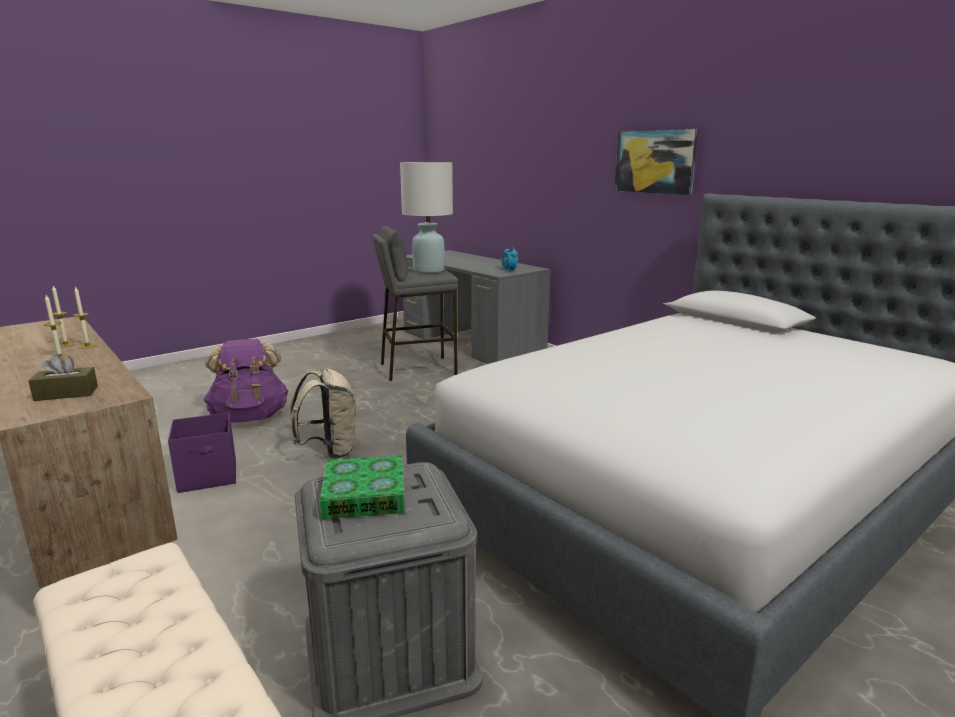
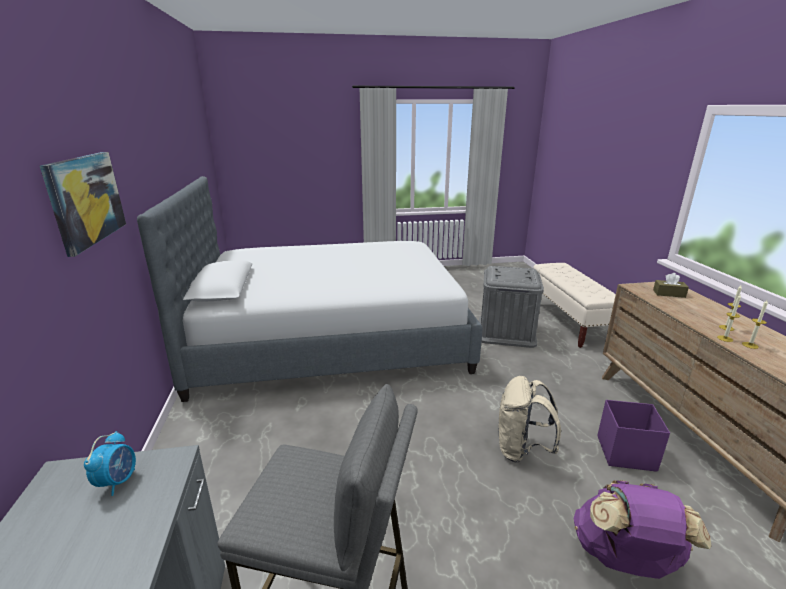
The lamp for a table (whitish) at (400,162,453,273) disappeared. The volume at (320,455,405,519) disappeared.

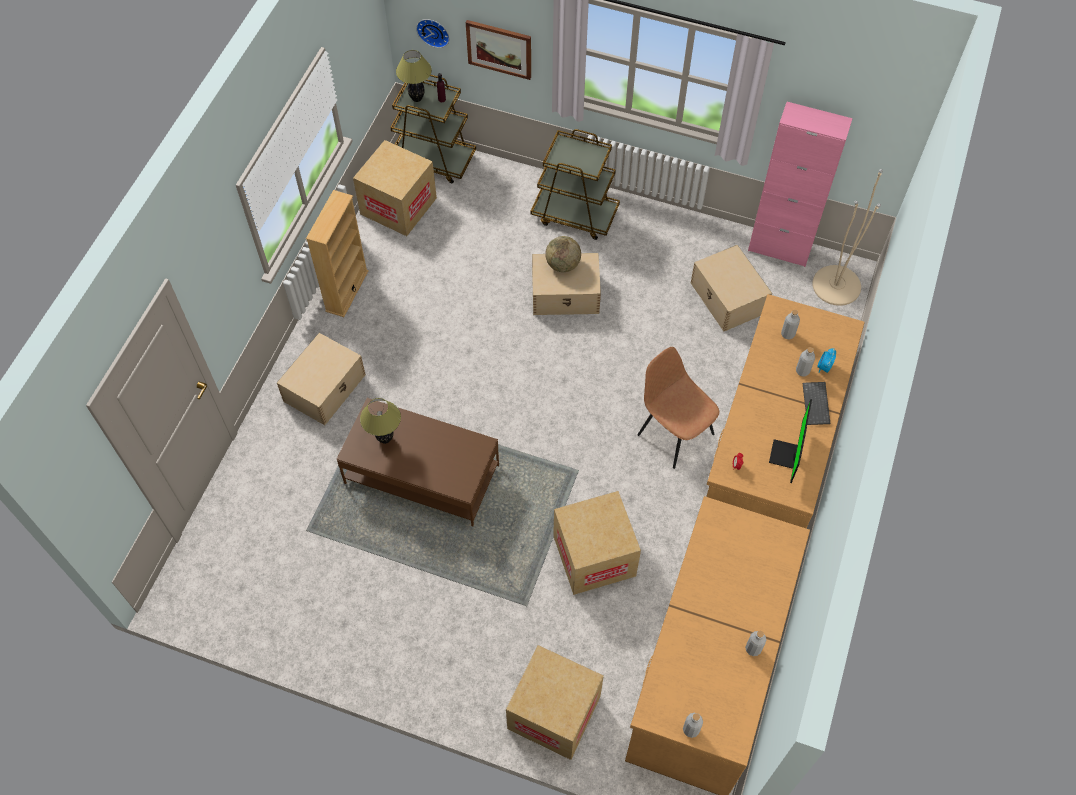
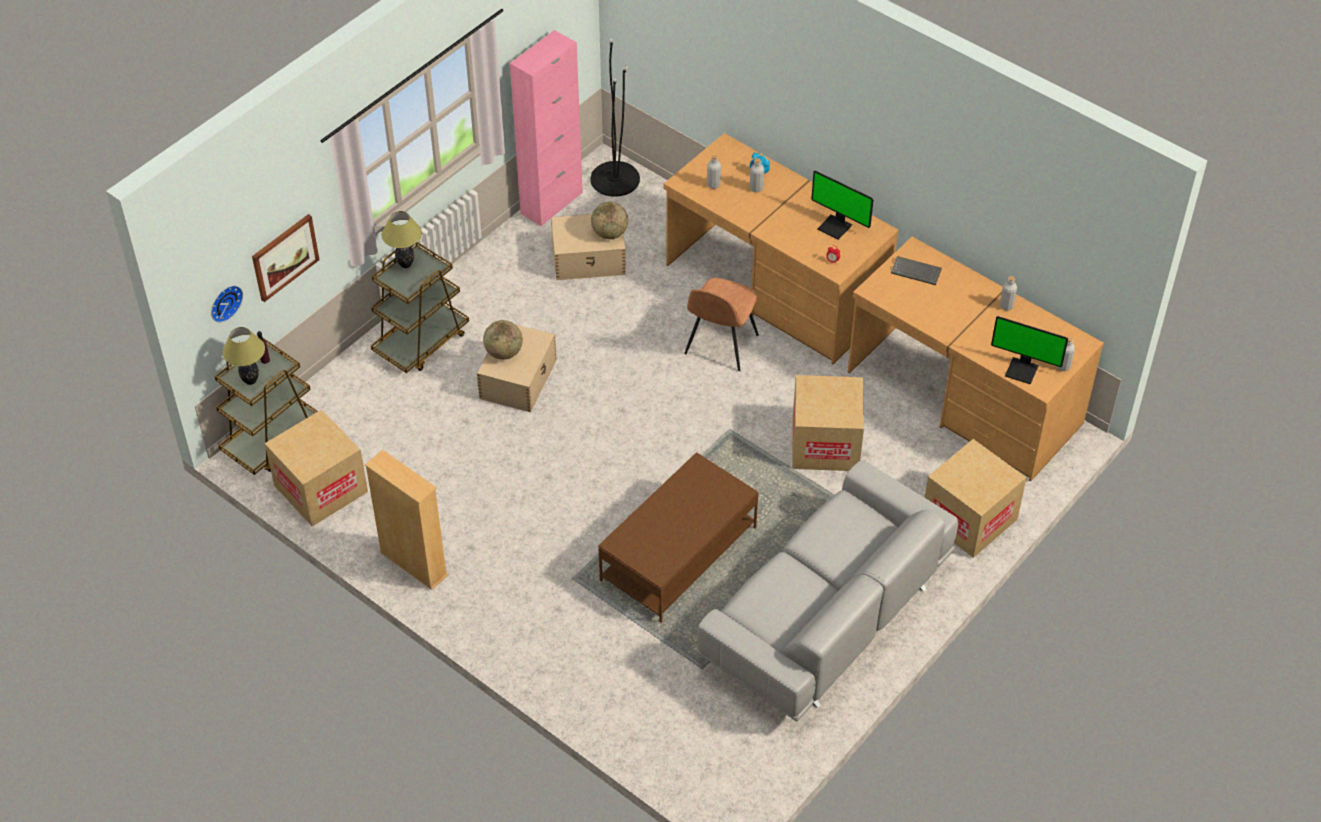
The floor lamp (sand-coloured) at (812,169,883,306) became the floor lamp (black-coloured) at (590,39,640,197). The storage box (sand-coloured) at (277,333,366,425) disappeared. The upright chair (brown-coloured) at (637,347,719,469) turned 45 degrees counterclockwise. The keyboard moved from (803,382,830,425) to (891,256,942,285). The lamp for a table moved from (360,398,401,444) to (382,211,422,268). The world globe at (591,202,628,239) appeared. The computer display at (991,316,1068,384) appeared. The settee (greyish) at (696,460,958,722) appeared.

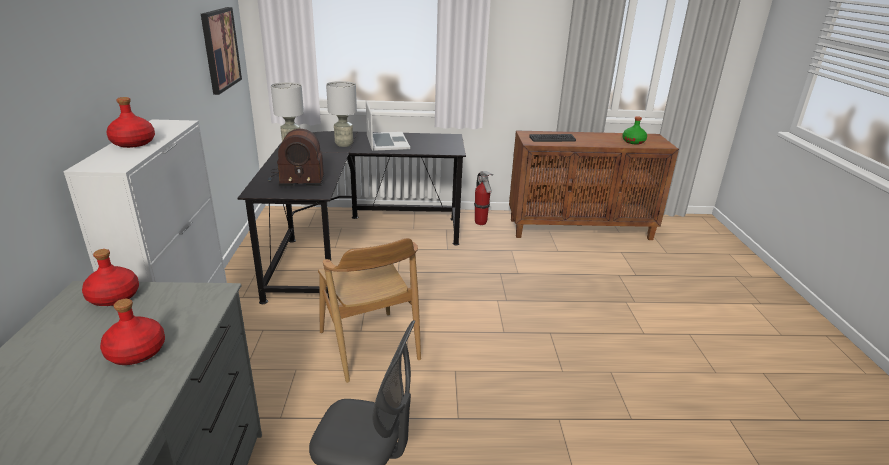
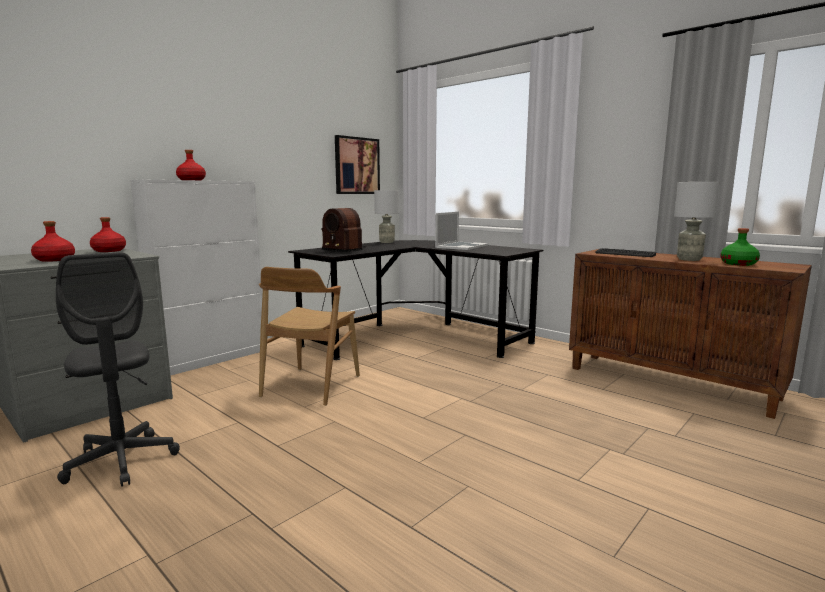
The lamp for a table (greyish) moved from (326,81,357,147) to (674,182,719,261). The fire extinguisher at (474,171,493,225) disappeared.

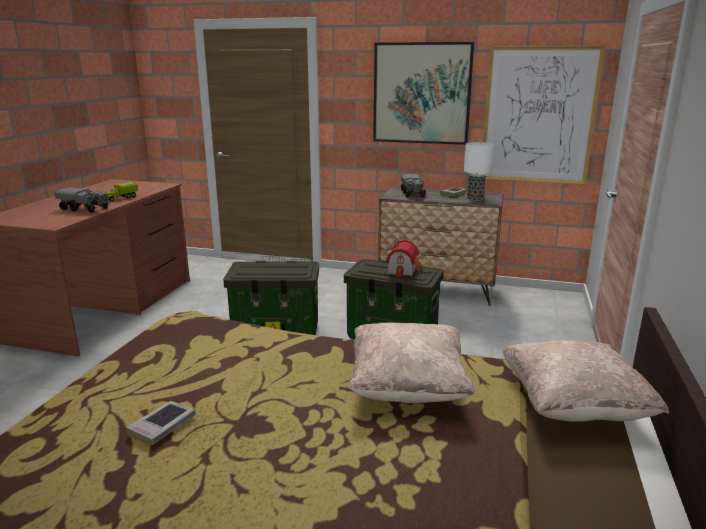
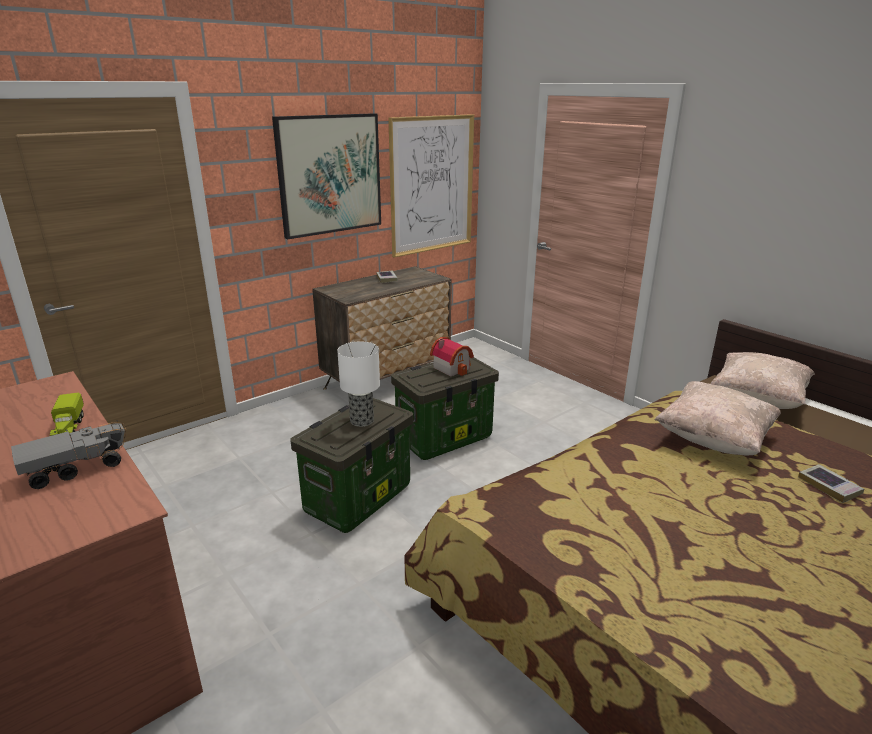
The lamp for a table moved from (464,142,494,201) to (337,342,380,427). The toy lorry at (401,174,426,197) disappeared. The volume moved from (126,401,196,445) to (798,464,864,503).

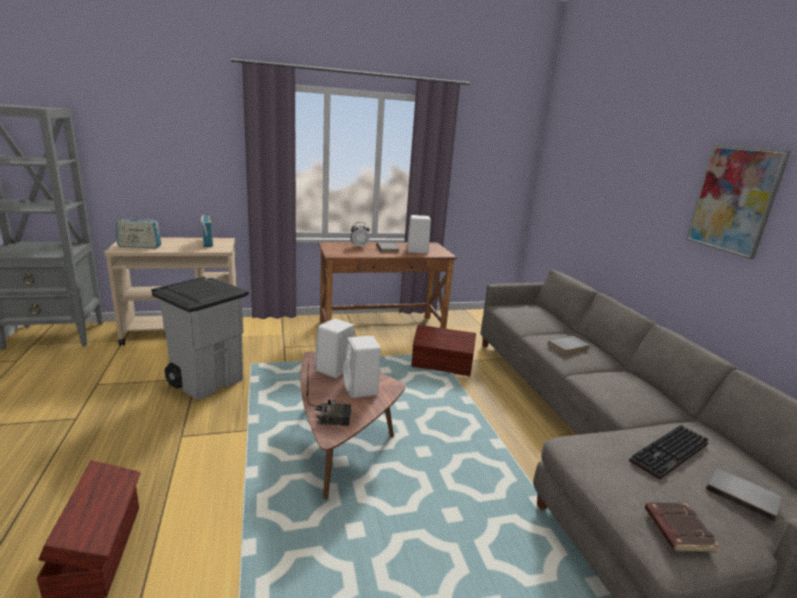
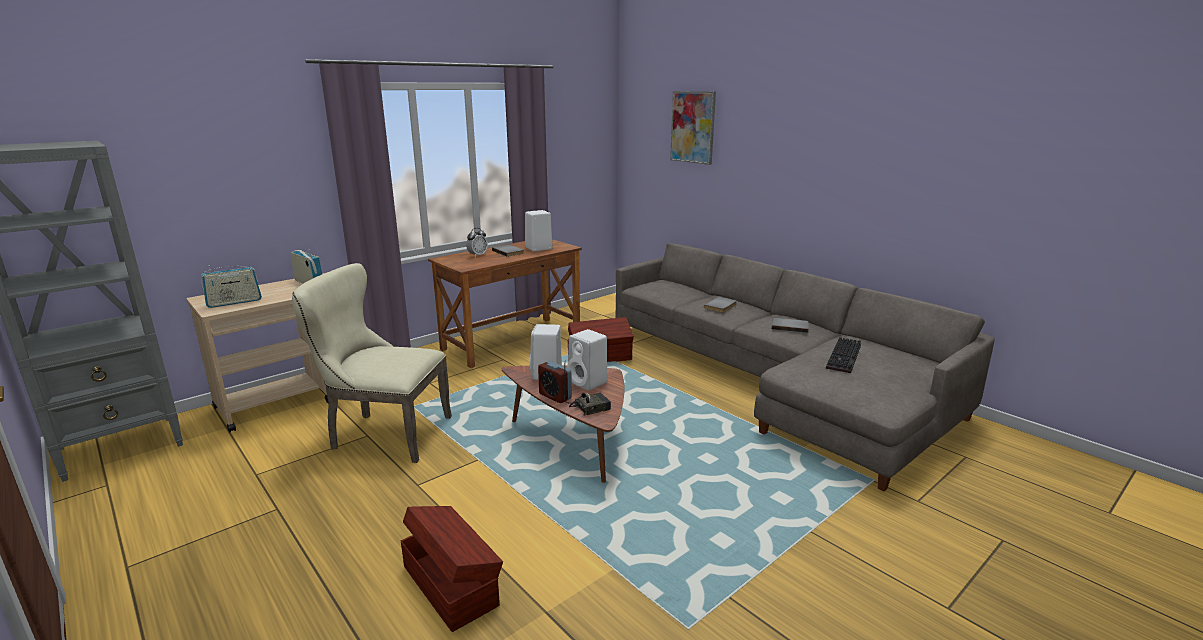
The picture moved from (686,145,791,259) to (670,91,716,165). The waste bin (greyish) at (151,277,249,400) was replaced by the upright chair (sand-coloured) at (292,263,452,463). The volume (greyish) moved from (706,467,782,522) to (771,318,809,333). The volume (brown-coloured) at (645,502,720,553) disappeared. The alarm clock at (538,361,572,403) appeared.

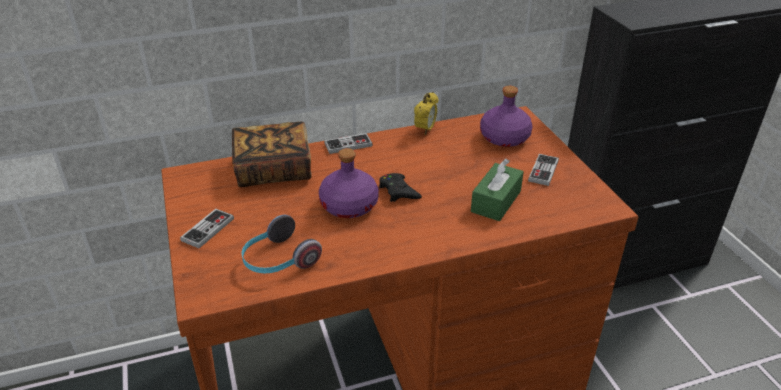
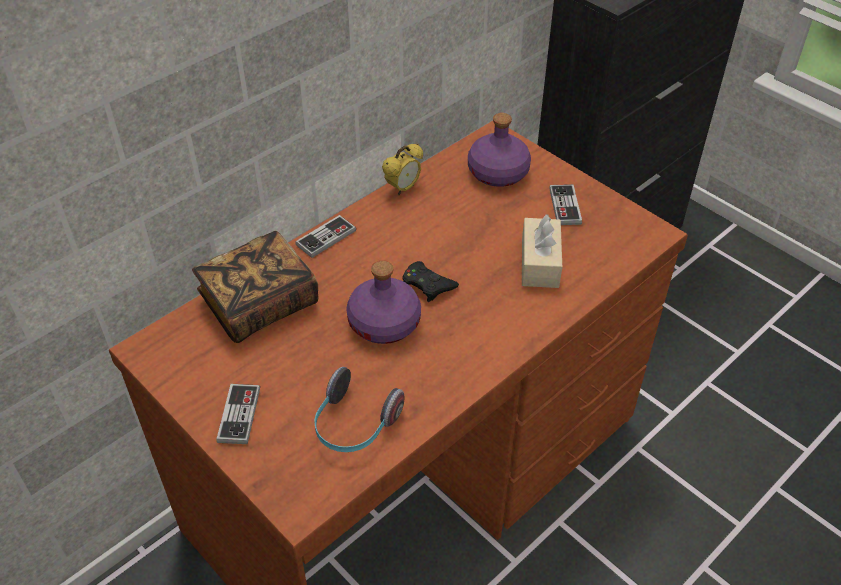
The alarm clock at (414,92,438,135) turned 45 degrees clockwise. The tissue box (green-coloured) at (471,159,524,221) became the tissue box (sand-coloured) at (522,214,562,288).

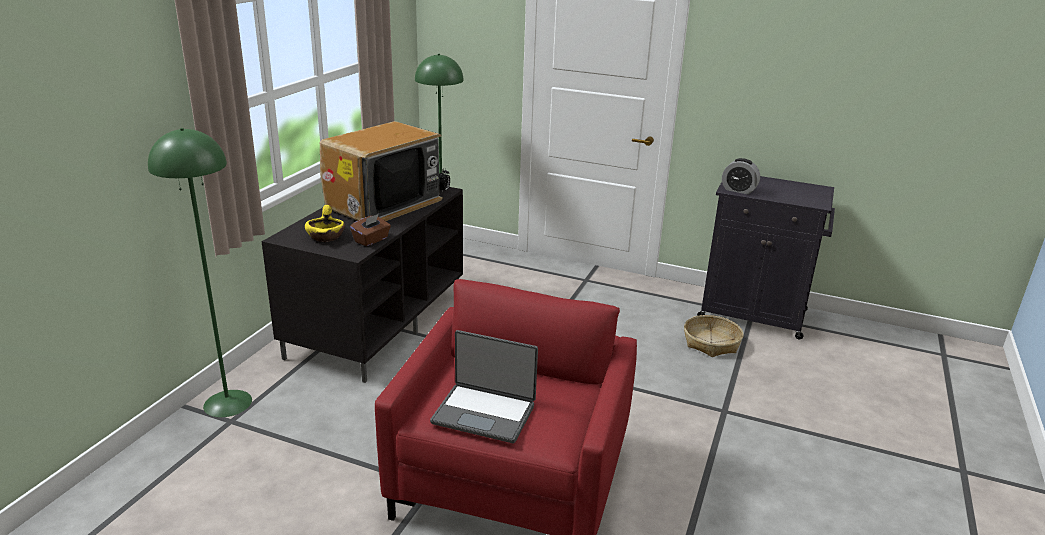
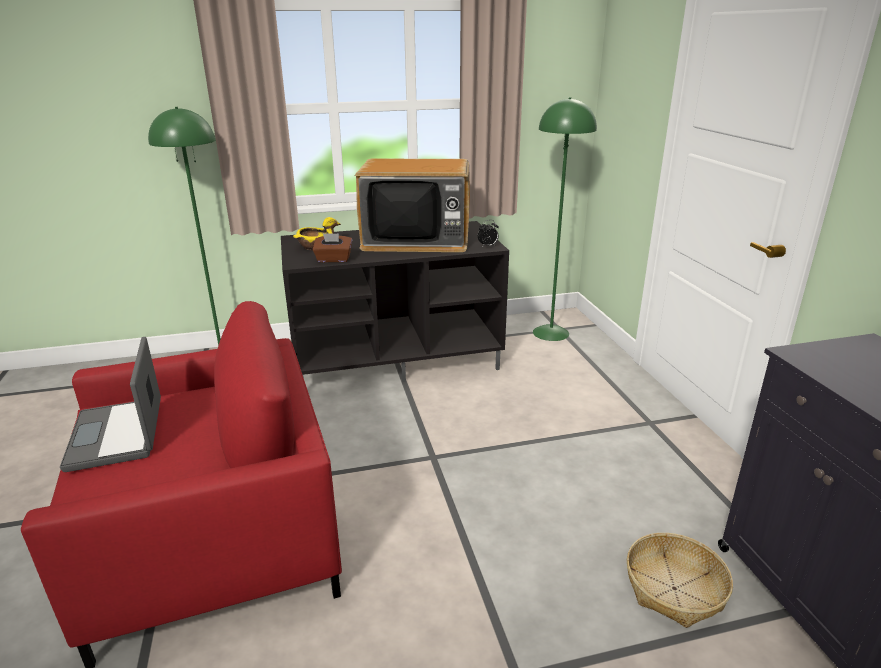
The alarm clock at (722,158,760,194) disappeared.

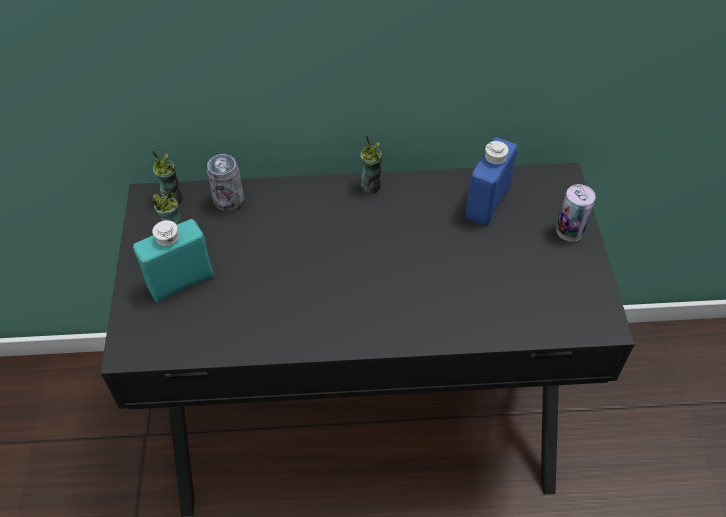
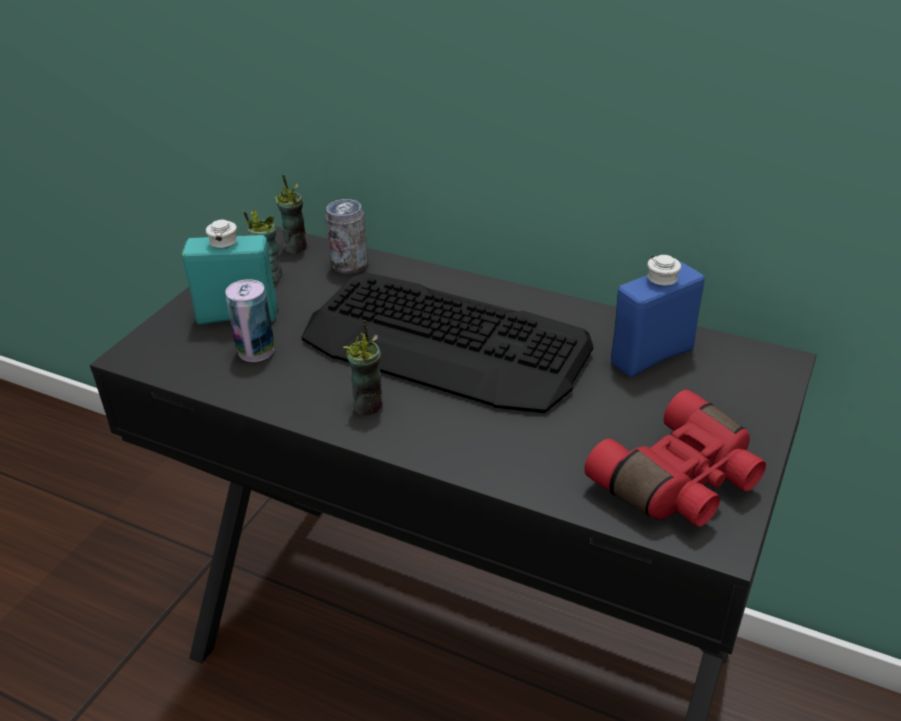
The drinking cup moved from (360,135,383,194) to (343,320,383,415). The sealed can moved from (557,184,596,241) to (225,279,274,362). The keyboard at (301,272,593,413) appeared. The binoculars (reddish) at (584,390,766,527) appeared.

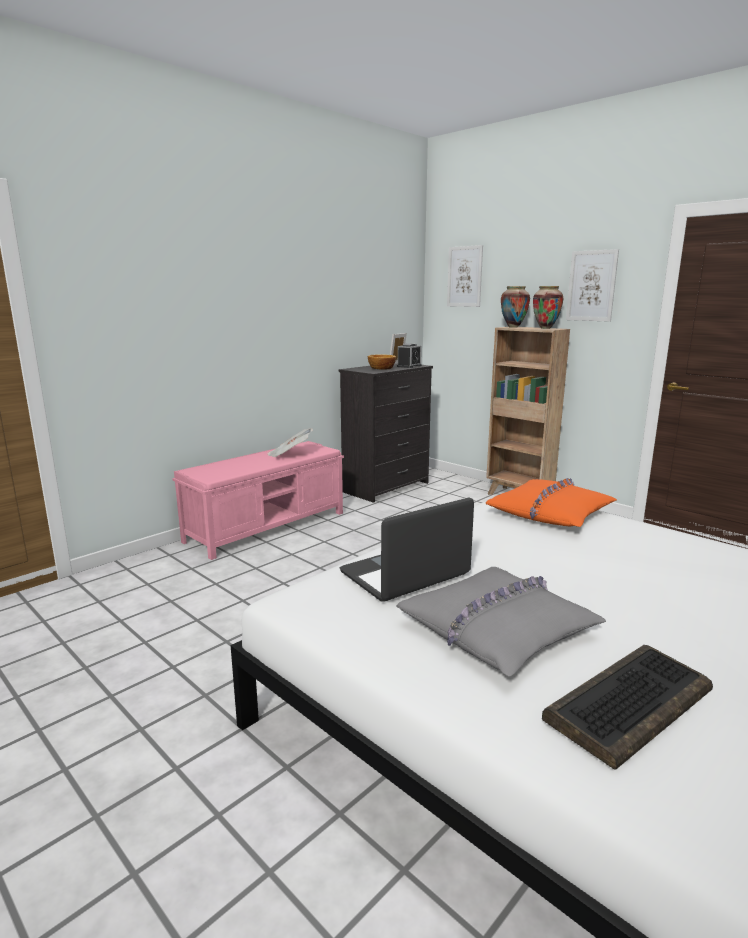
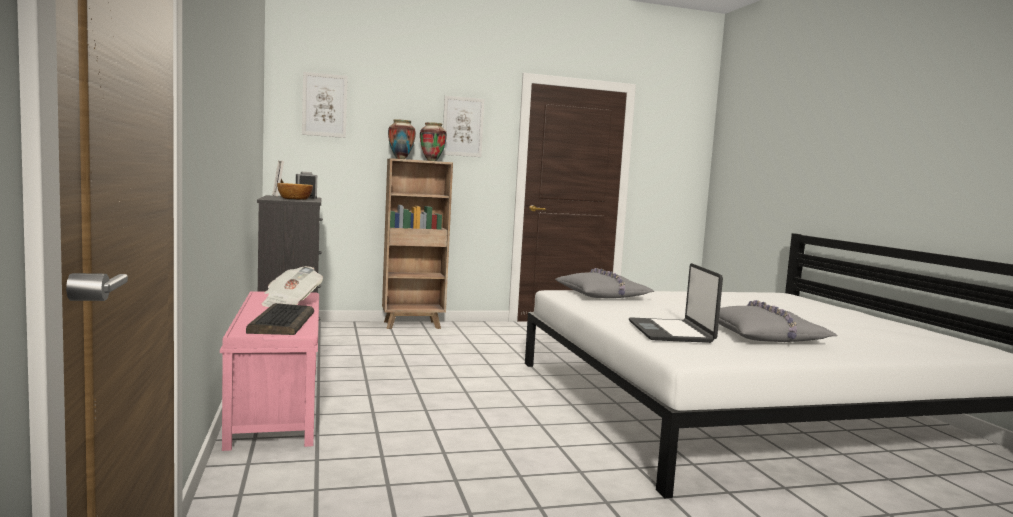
The throw pillow (orange) at (485,478,617,527) became the throw pillow (greyish) at (555,268,655,298). The keyboard moved from (542,645,713,770) to (246,303,314,335).

